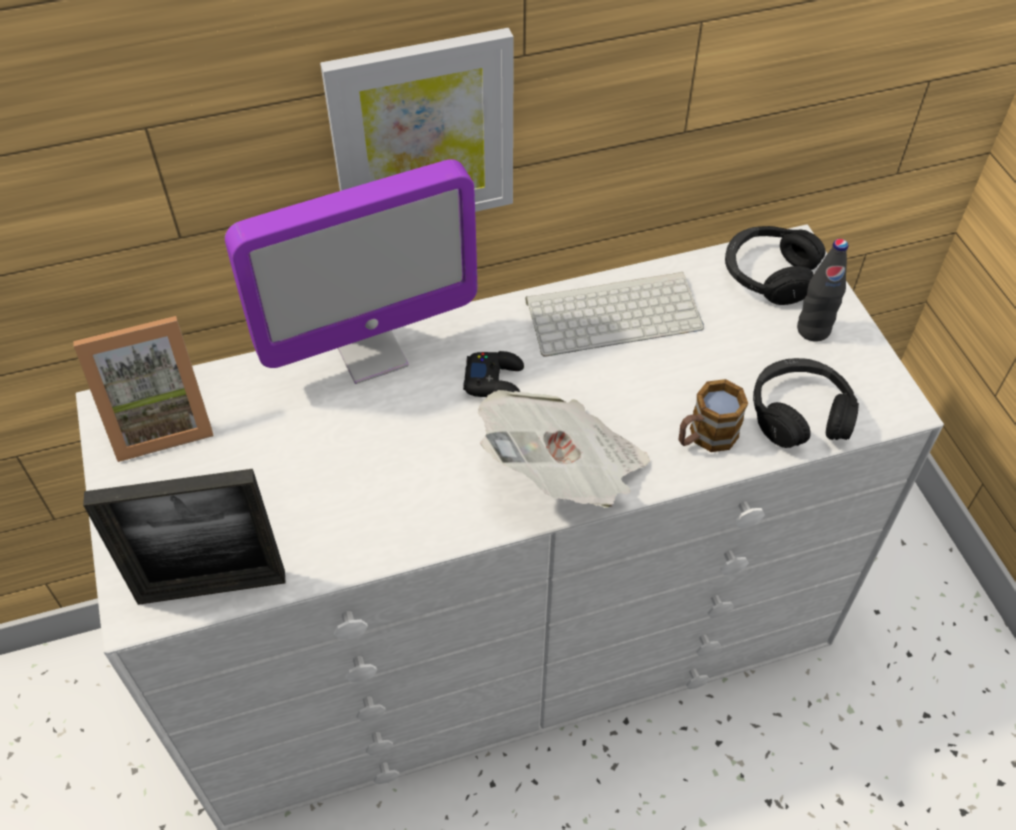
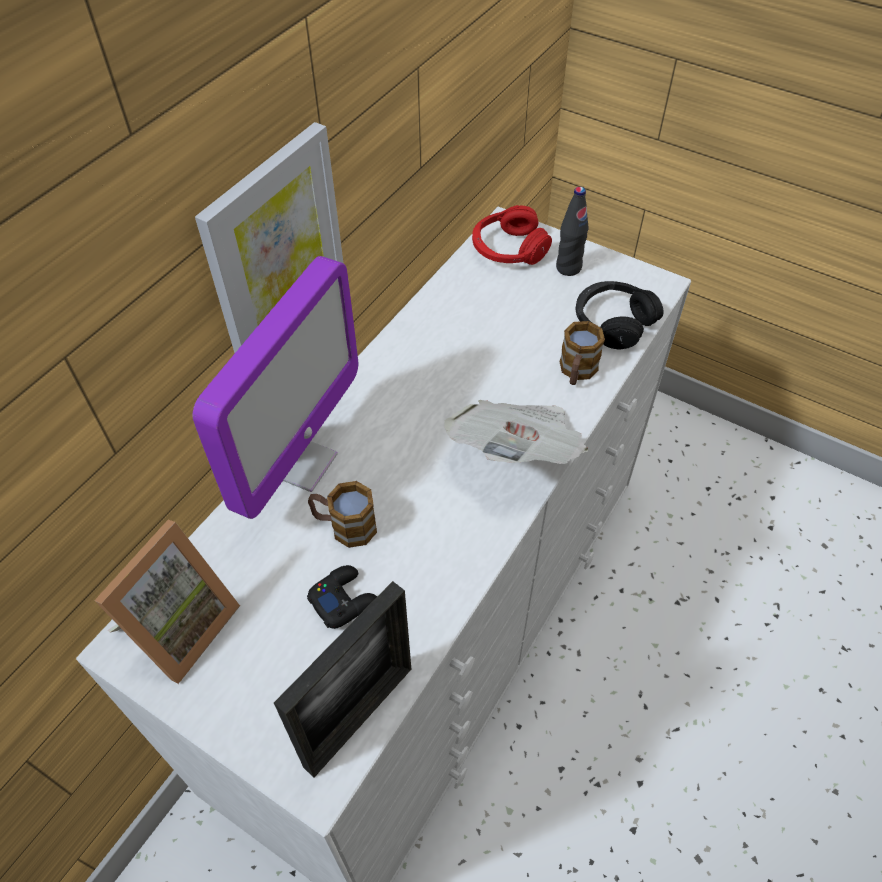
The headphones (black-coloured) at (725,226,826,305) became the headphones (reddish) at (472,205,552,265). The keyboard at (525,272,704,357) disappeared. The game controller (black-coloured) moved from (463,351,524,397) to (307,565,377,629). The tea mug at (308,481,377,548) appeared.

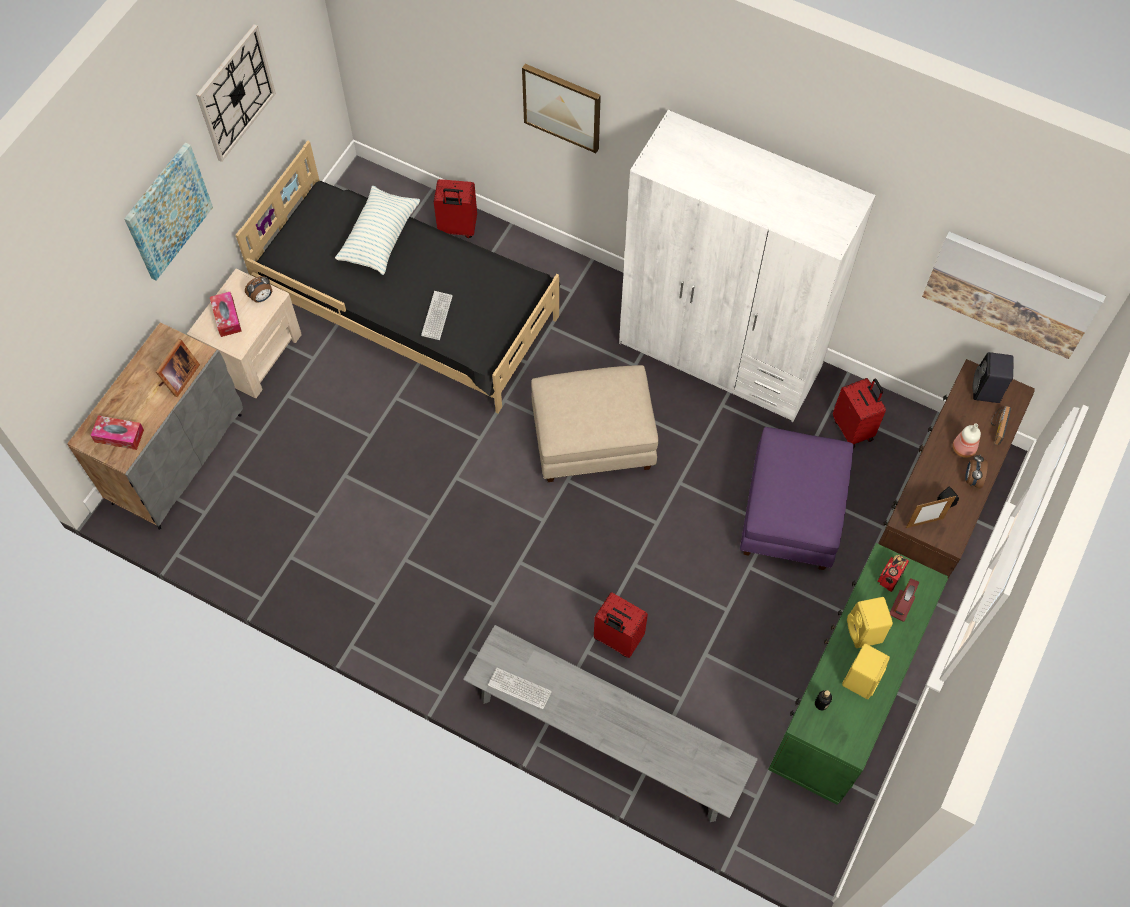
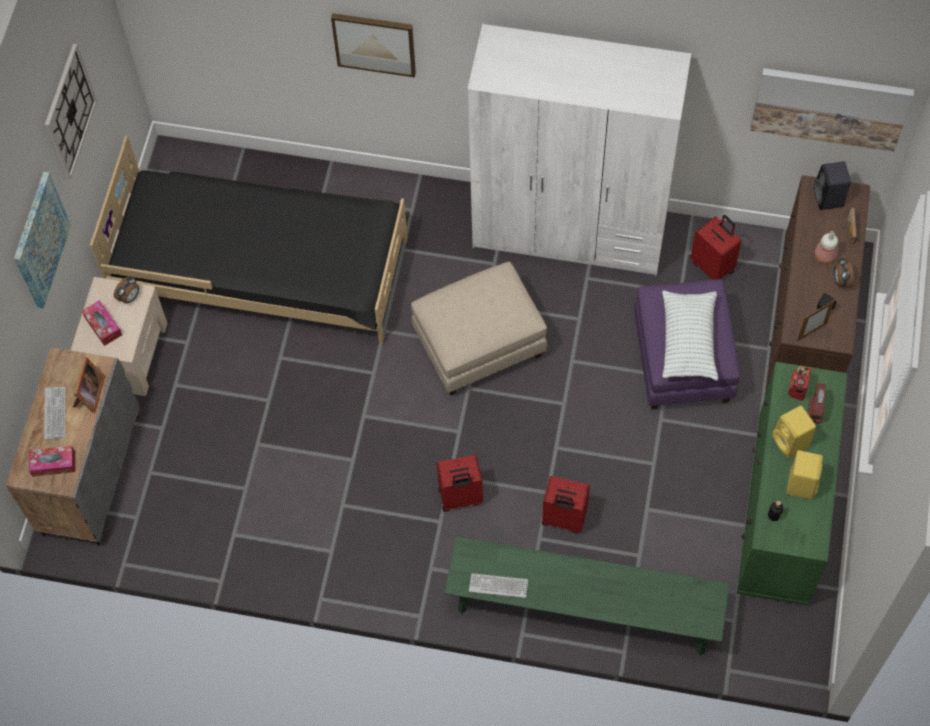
The piece of luggage (reddish) moved from (434,179,477,238) to (437,455,483,512). The throw pillow moved from (335,186,420,275) to (662,290,718,381). The keyboard moved from (421,291,453,340) to (44,387,65,439). The indoor bench (greyish) at (463,625,758,822) became the indoor bench (green-coloured) at (444,536,730,655).

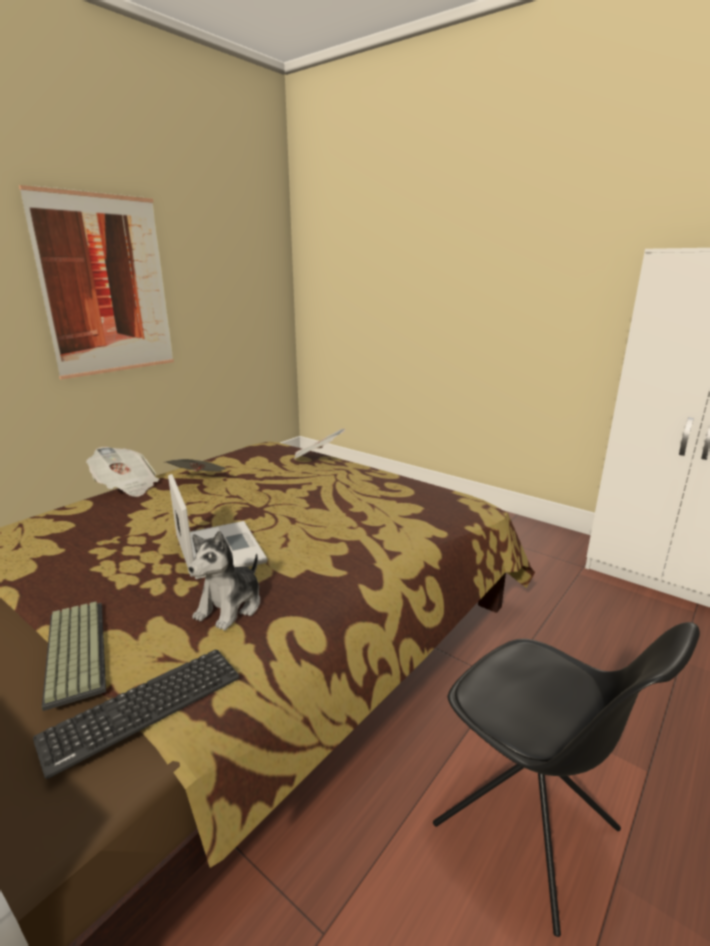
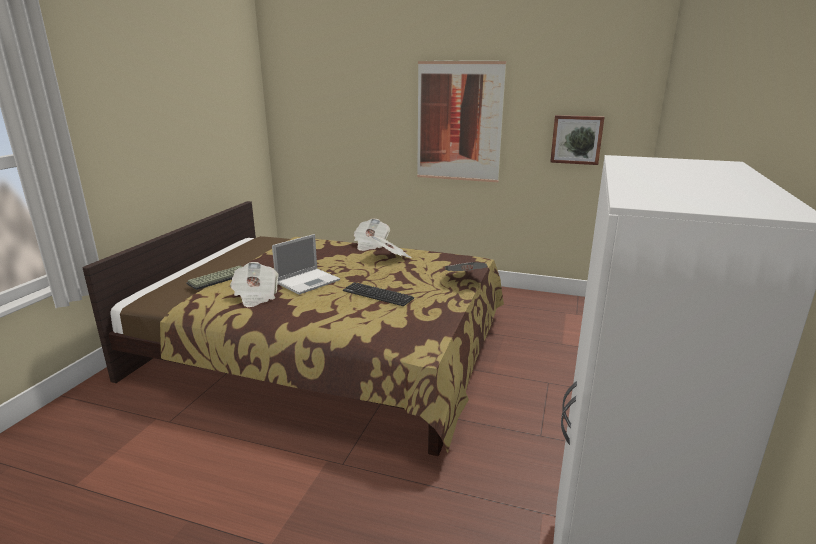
The plush toy at (188,531,260,631) was replaced by the daily paper at (230,262,278,307). The upright chair (black-coloured) at (433,622,700,937) disappeared. The keyboard moved from (33,650,240,779) to (343,282,414,306). The picture at (550,115,605,165) appeared.

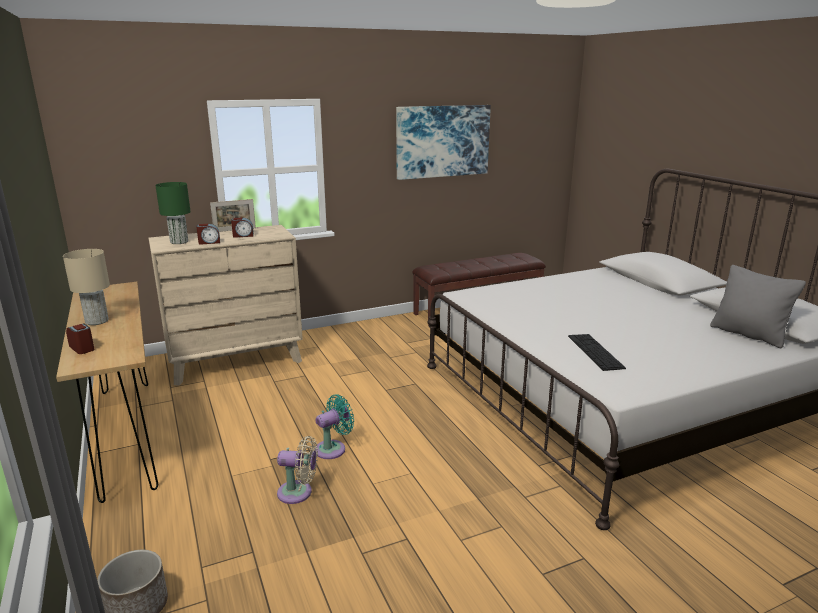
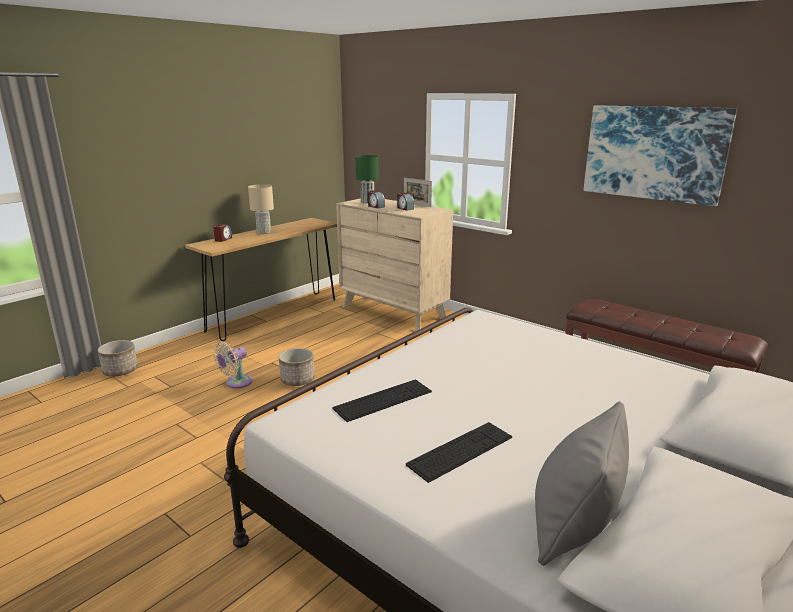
The fan (turquoise) at (315,395,354,459) was replaced by the planter at (279,348,315,386). The fan (sand-coloured) at (277,436,318,504) turned 60 degrees clockwise. The keyboard at (406,422,512,483) appeared.

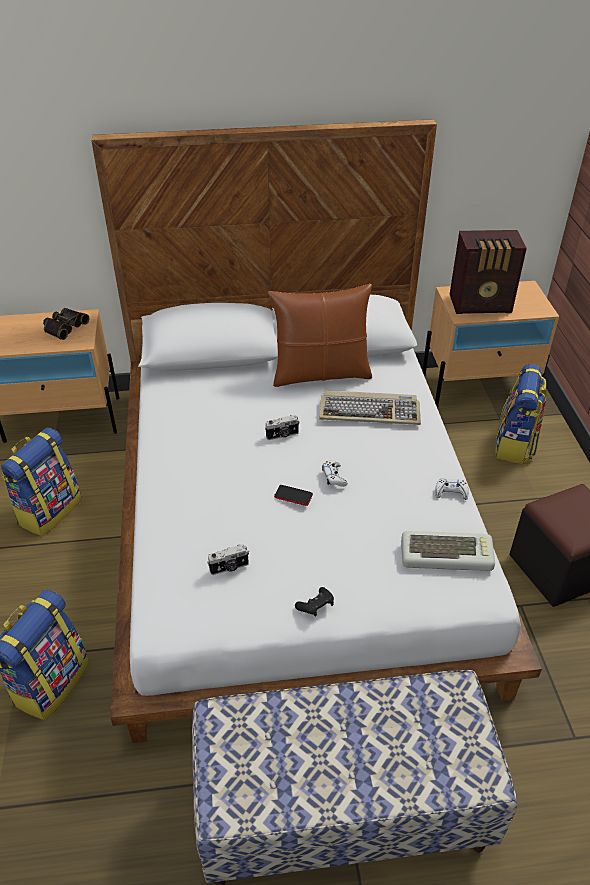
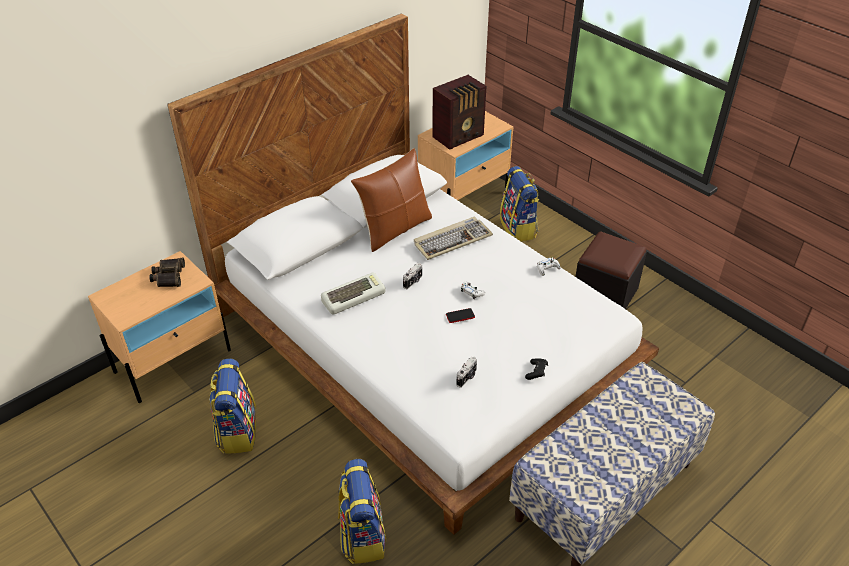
The keyboard moved from (401,531,495,571) to (321,273,386,315).

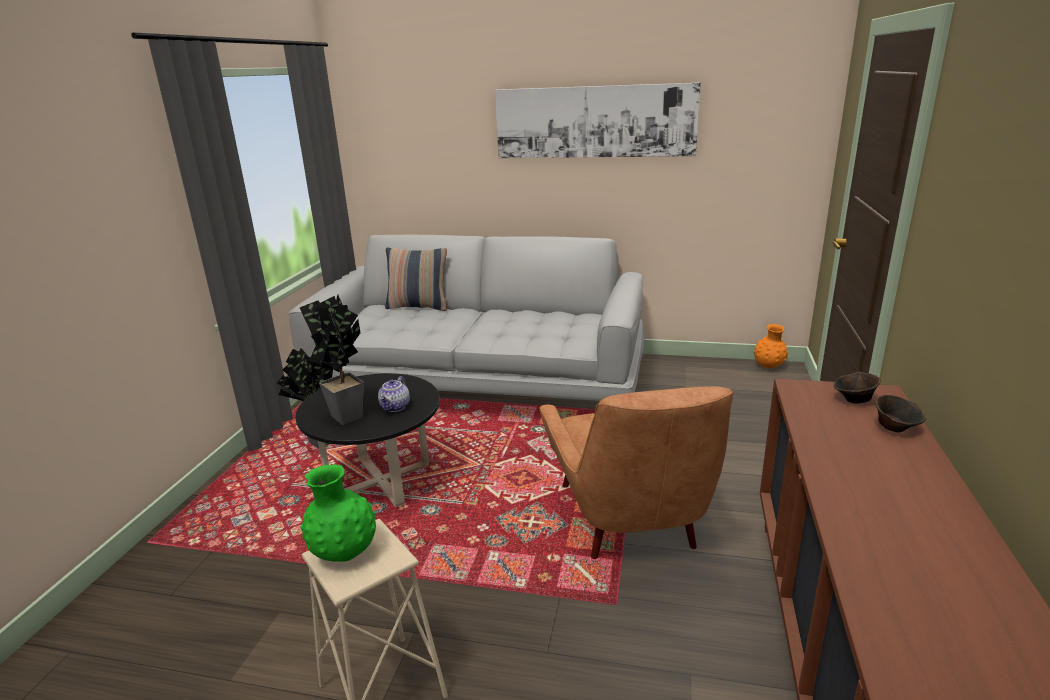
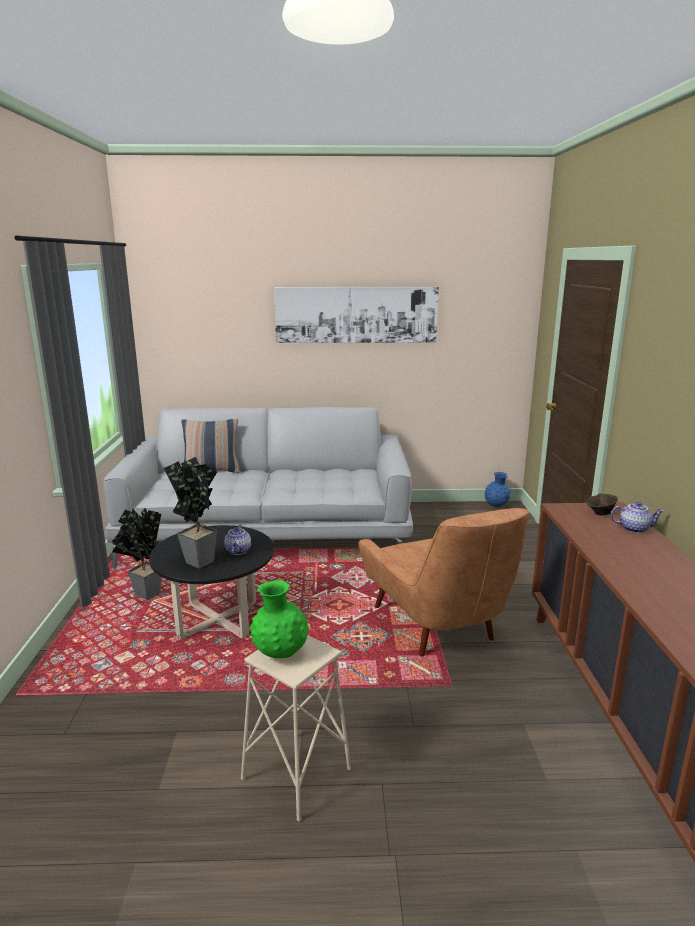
The vase (orange) at (754,324,788,368) became the vase (blue-coloured) at (485,472,511,507). The serving bowl (brown-coloured) at (875,395,926,432) was replaced by the tea pot at (610,502,664,533).

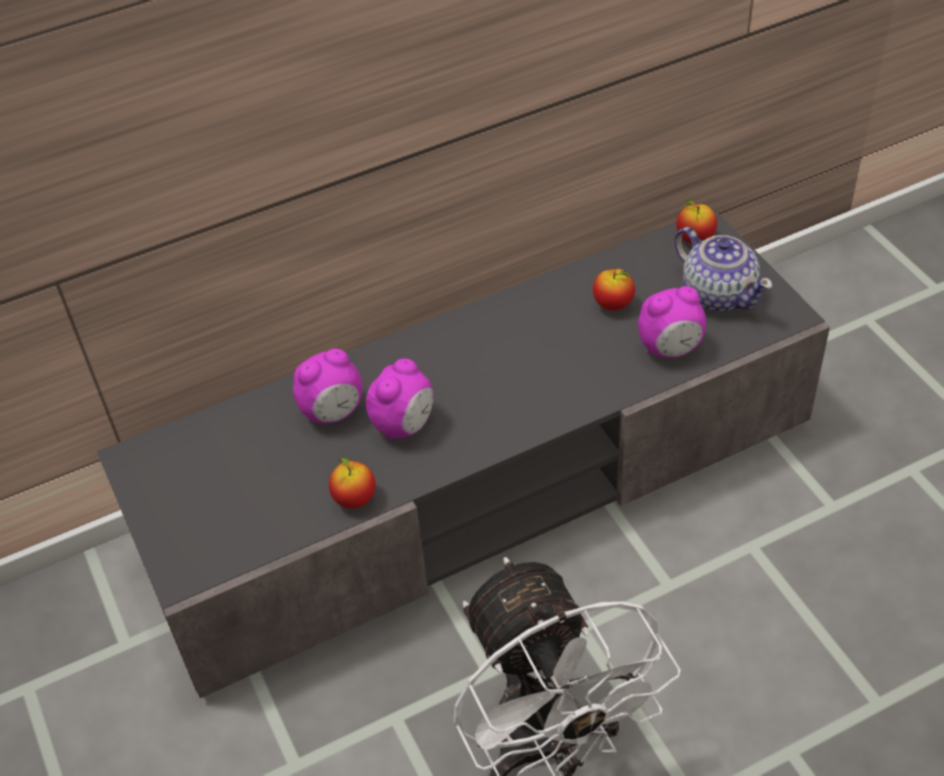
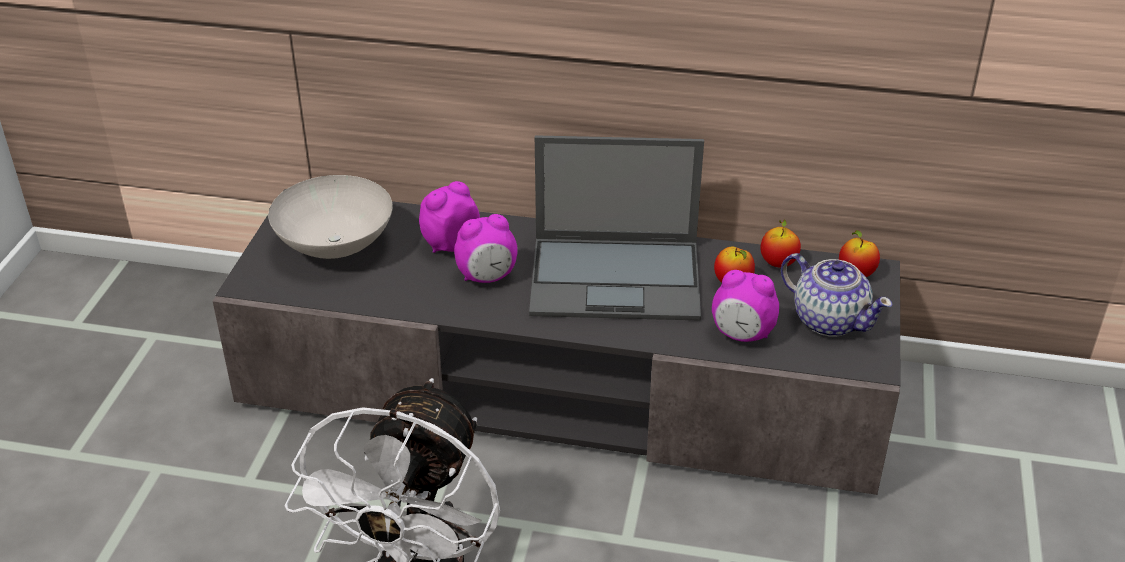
The tea pot at (674,227,773,312) turned 45 degrees counterclockwise. The alarm clock at (293,349,362,424) turned 135 degrees clockwise. The apple moved from (329,456,375,508) to (760,219,801,267). The laptop at (529,135,704,321) appeared. The serving bowl (whitish) at (268,175,393,259) appeared.

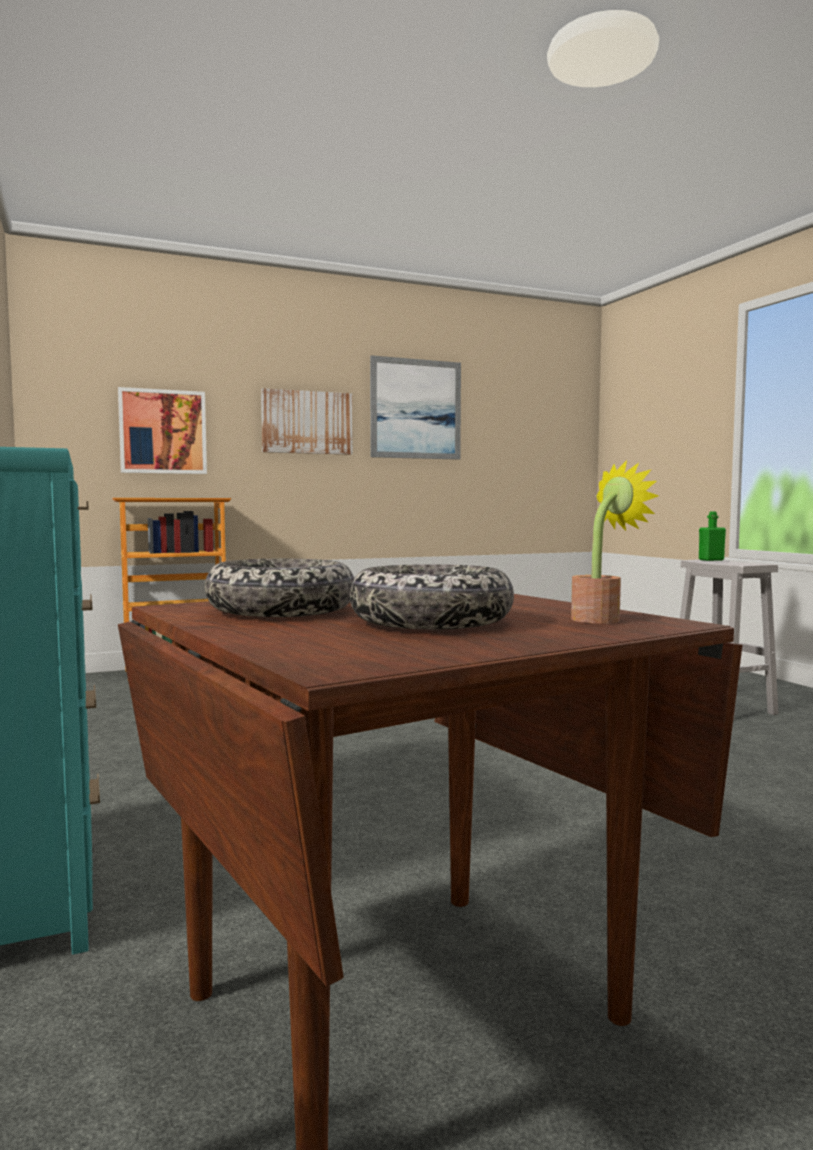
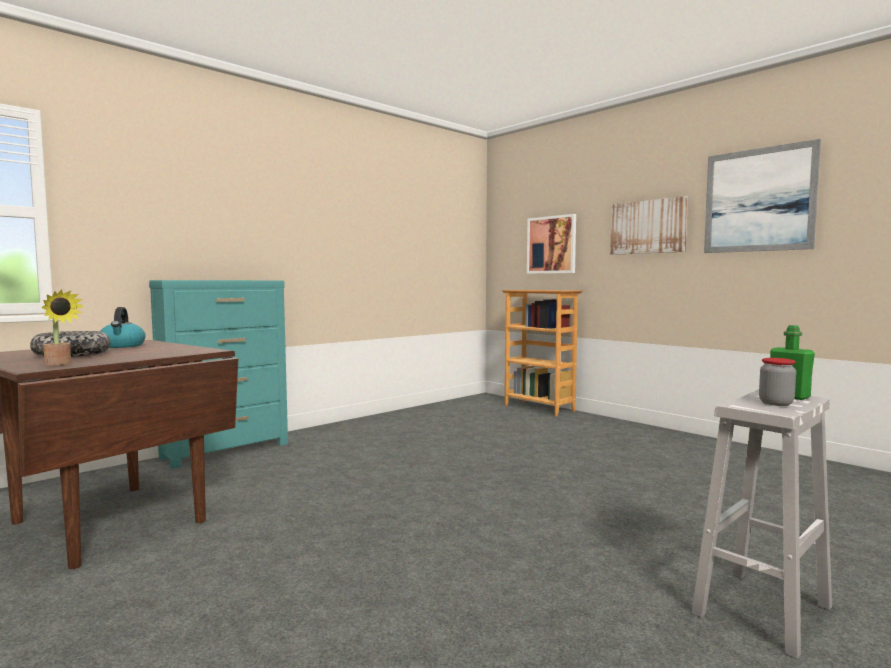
The serving bowl at (205,559,354,617) was replaced by the water kettle at (101,307,146,348). The jar at (759,358,796,406) appeared.

